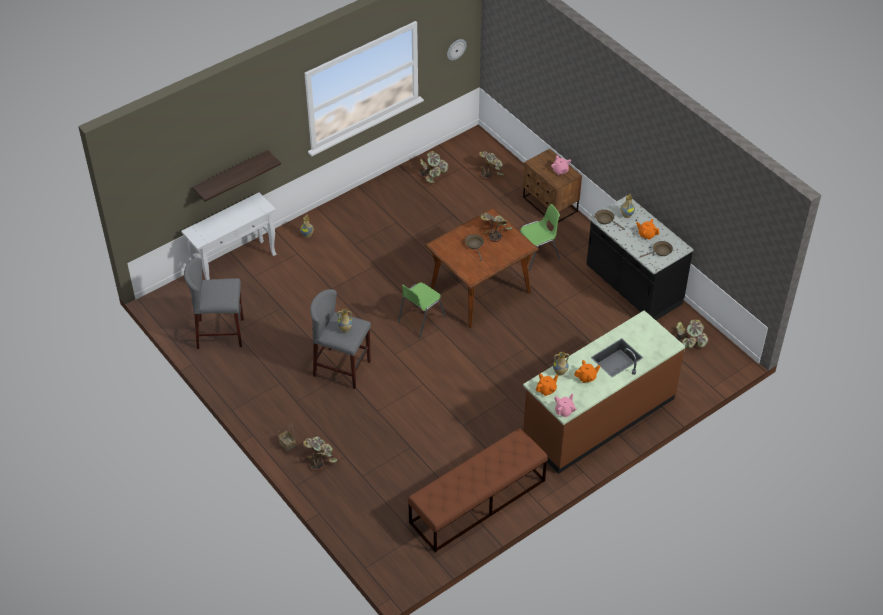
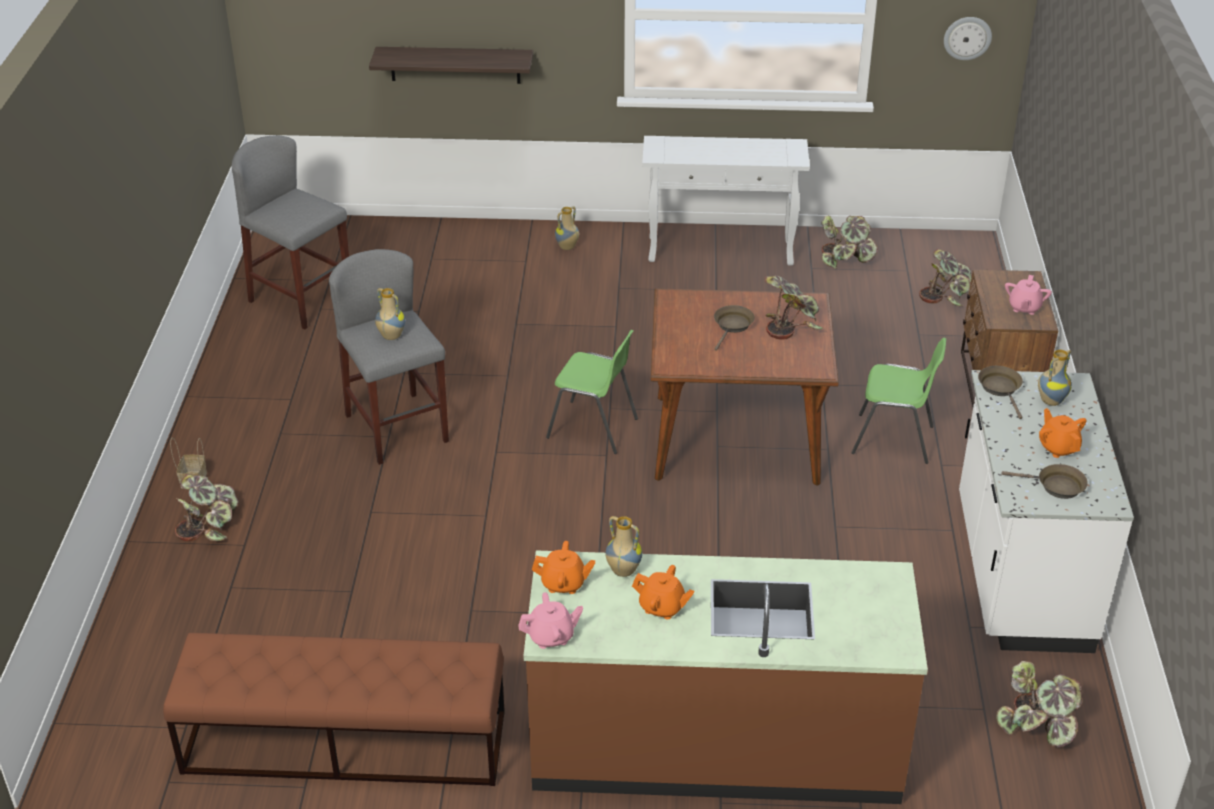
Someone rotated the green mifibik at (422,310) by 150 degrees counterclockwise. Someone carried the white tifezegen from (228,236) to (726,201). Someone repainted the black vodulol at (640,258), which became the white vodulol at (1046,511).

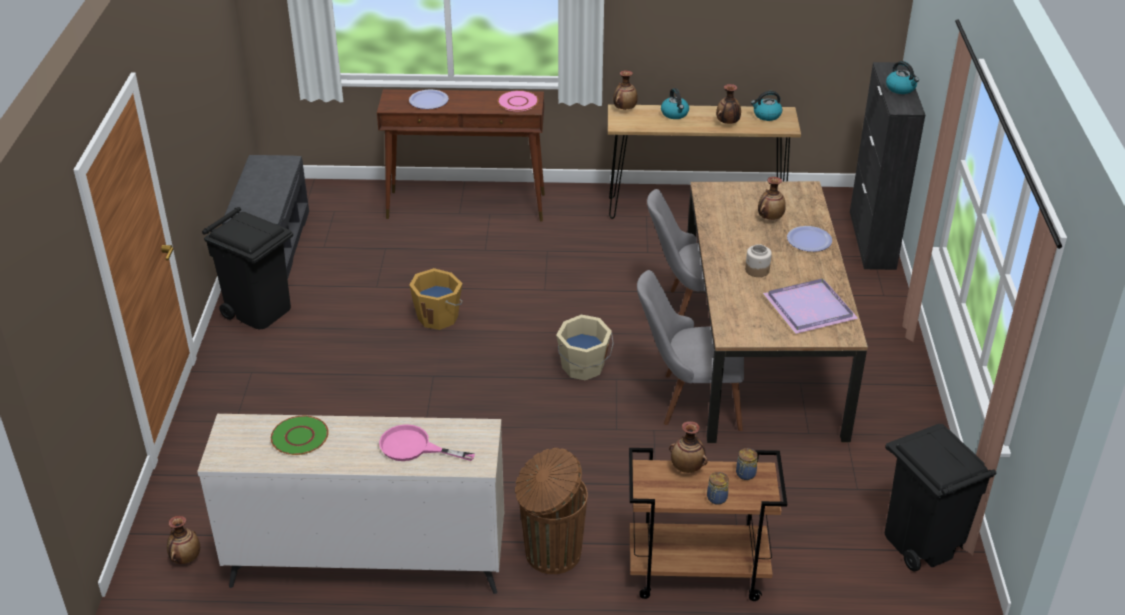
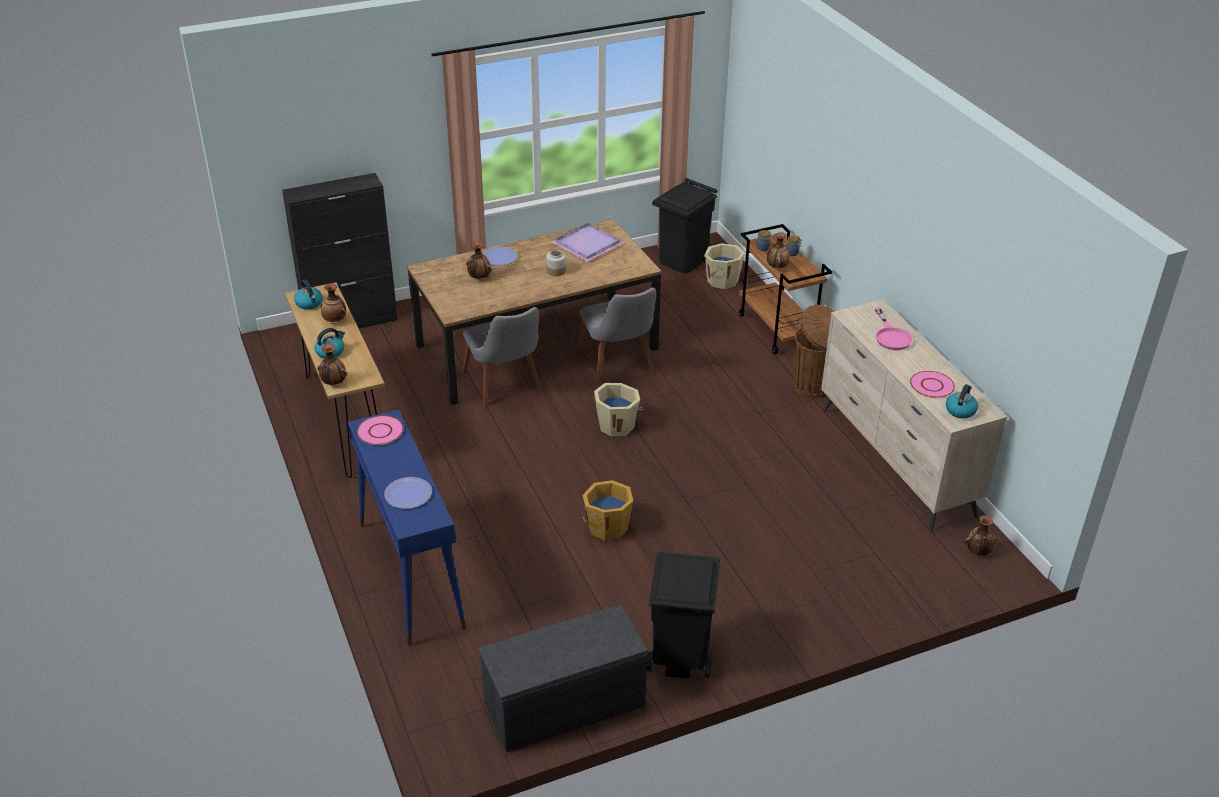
Someone repainted the brown tifezegen at (461,155), which became the blue tifezegen at (407,528). Someone put down the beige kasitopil at (724,266). Someone repainted the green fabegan at (300,435), which became the pink fabegan at (932,384). Someone carried the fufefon from (902,77) to (962,401).

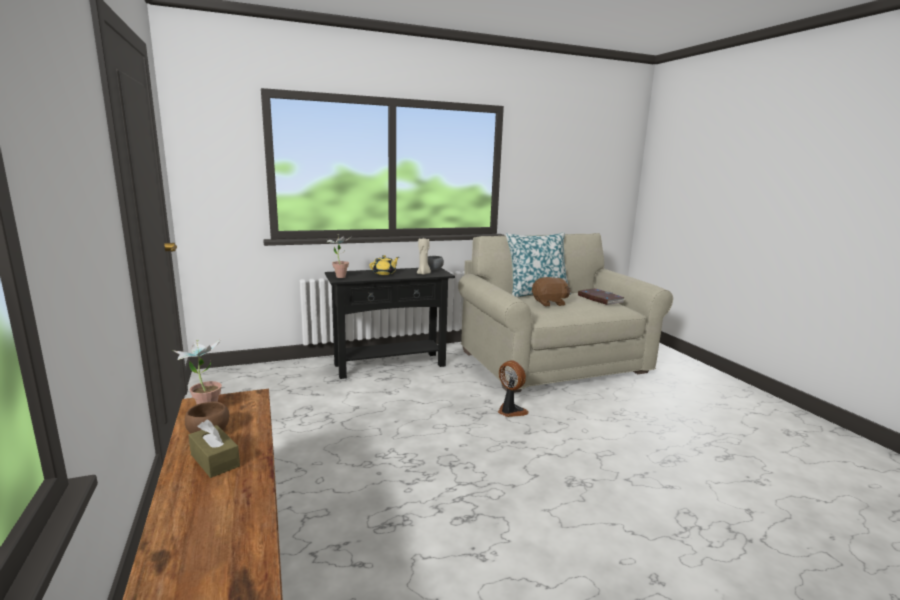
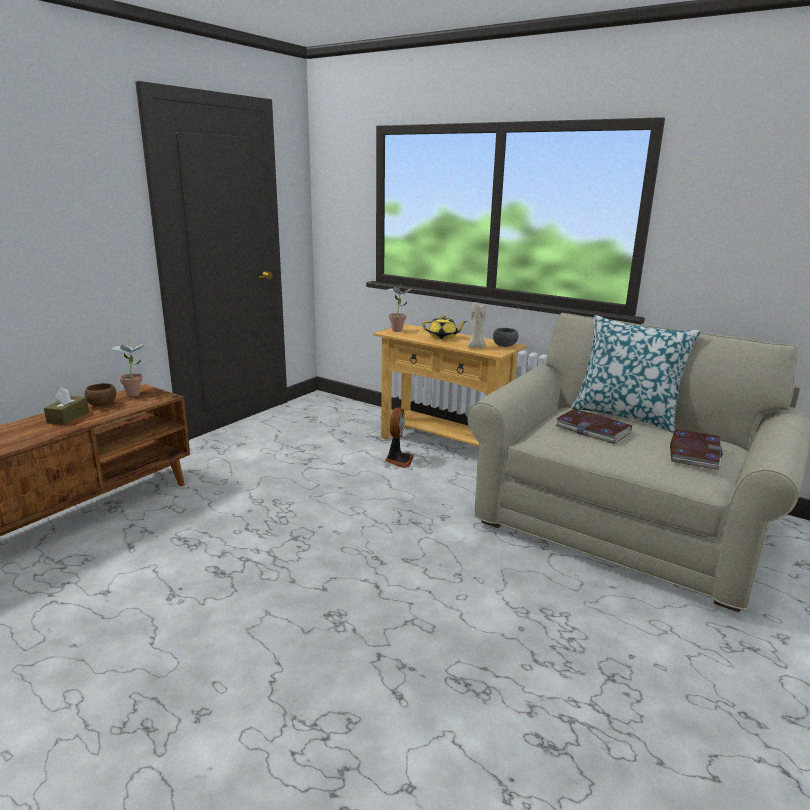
Someone repainted the black tifezegen at (390,323), which became the beige tifezegen at (450,385). Someone carried the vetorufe from (513,388) to (399,438). Someone swapped the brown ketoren at (551,291) for the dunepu at (593,426).

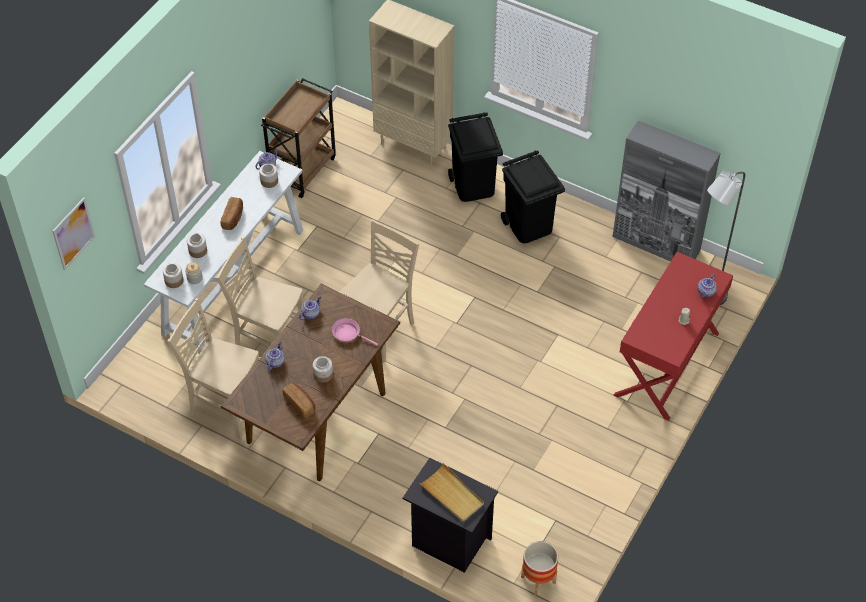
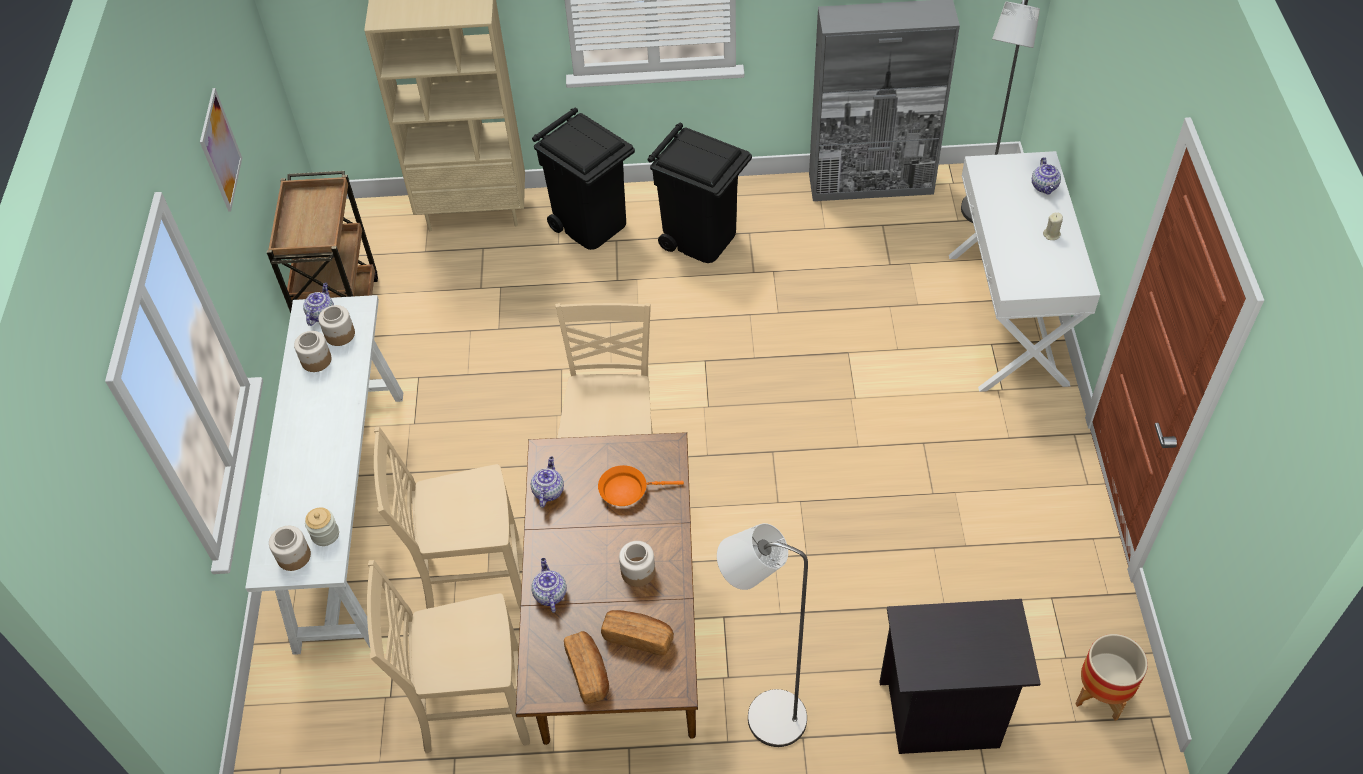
Someone carried the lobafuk from (73,233) to (221,150). Someone carried the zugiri from (197,245) to (313,351). Someone carried the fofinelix from (232,213) to (586,667). Someone repainted the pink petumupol at (355,331), which became the orange petumupol at (641,485). Someone put down the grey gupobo at (762,635). Someone repainted the red tifezegen at (673,336), which became the white tifezegen at (1024,271). Someone took away the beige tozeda at (451,492).

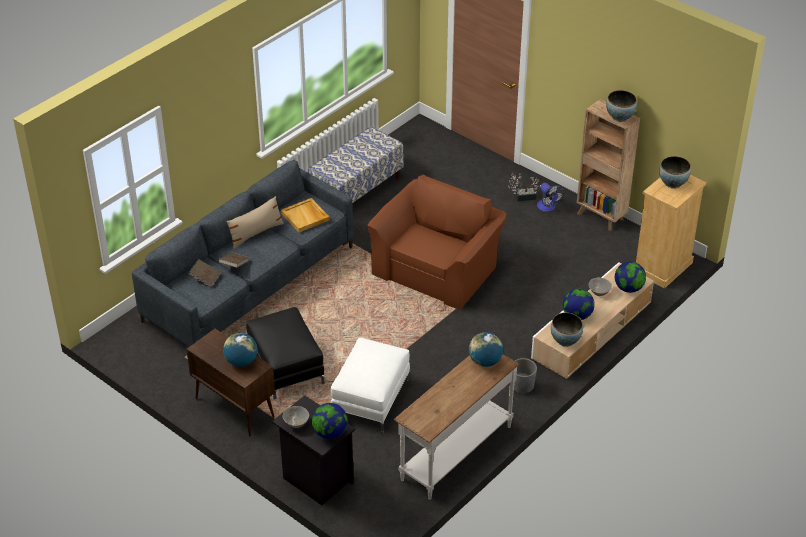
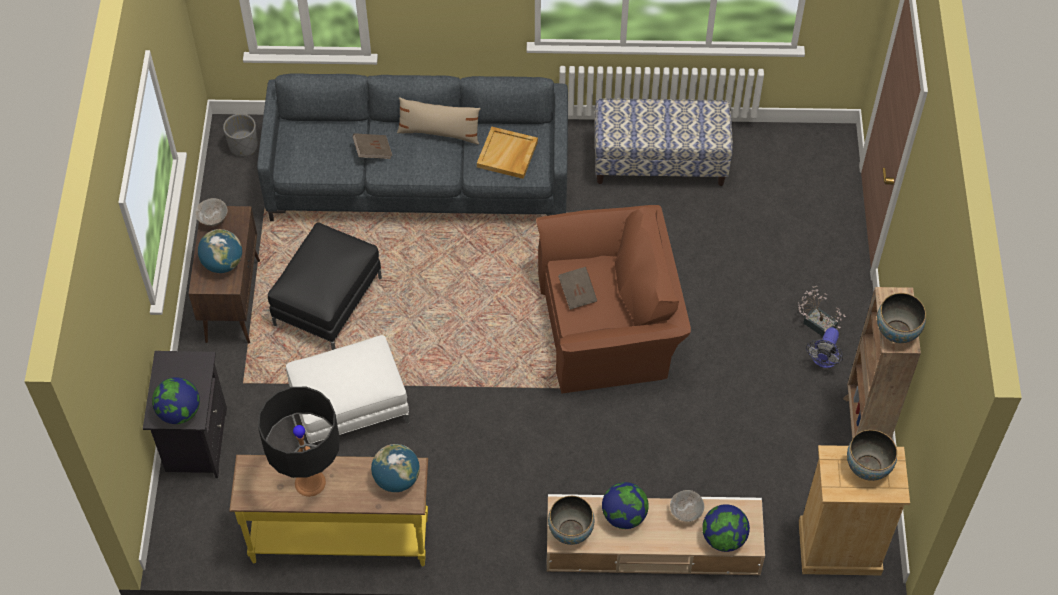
Someone carried the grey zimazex from (296,417) to (211,212). Someone carried the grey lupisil from (525,376) to (240,135). Someone repainted the white tifezegen at (456,427), which became the yellow tifezegen at (328,510). Someone put down the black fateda at (299,442). Someone carried the brown dunepu from (205,273) to (577,288).

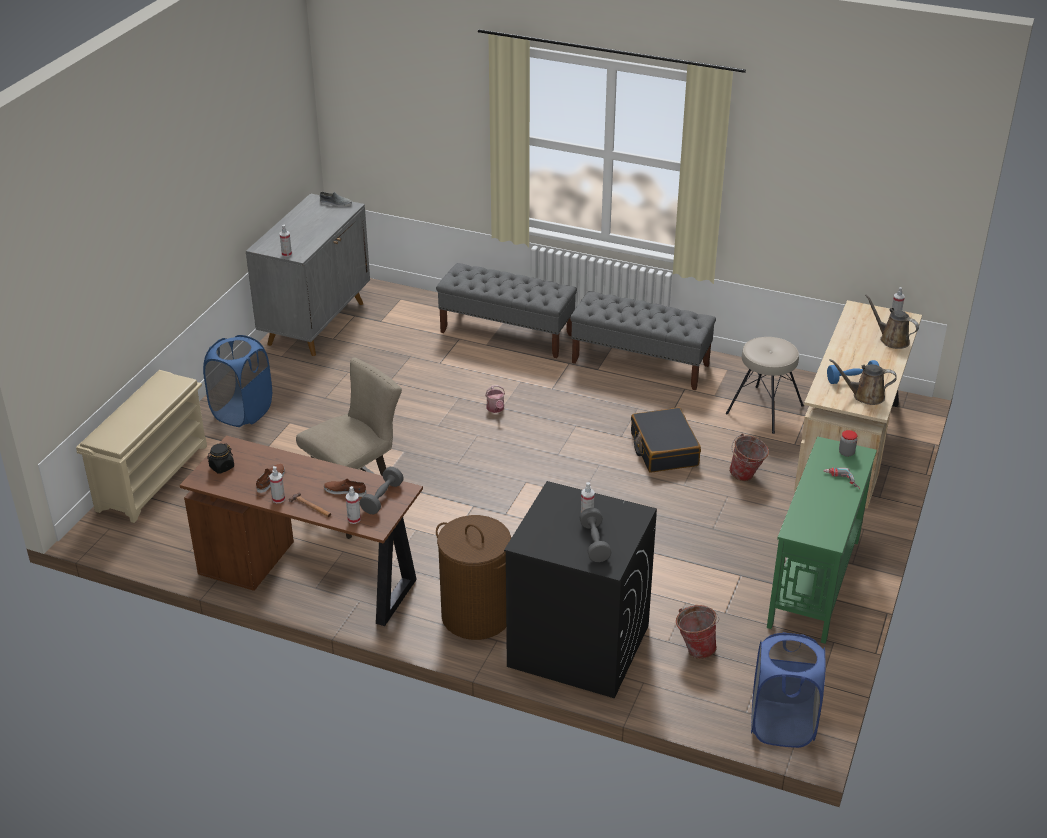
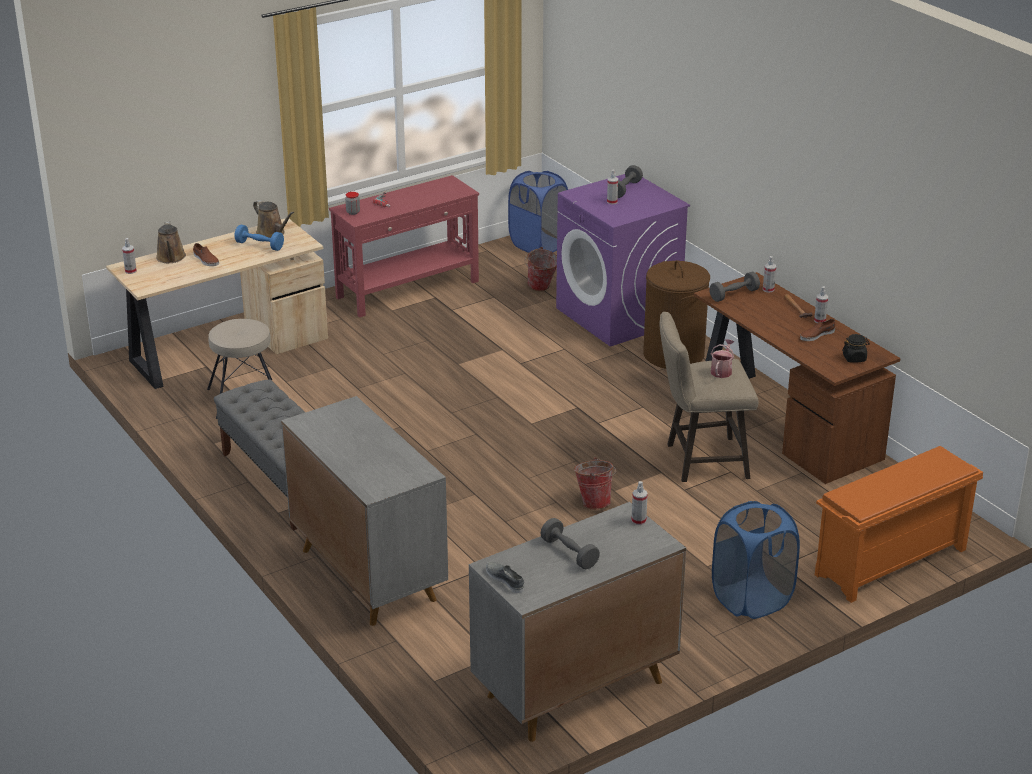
Someone carried the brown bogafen from (345,488) to (206,254). Someone swapped the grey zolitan at (506,310) for the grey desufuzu at (364,511). Someone repainted the green tifezegen at (822,540), which became the red tifezegen at (404,246). Someone put down the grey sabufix at (570,543). Someone repainted the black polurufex at (580,589), which became the purple polurufex at (623,260). Someone carried the kasitopil from (749,457) to (595,483). Someone carried the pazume from (495,399) to (722,358). Someone repainted the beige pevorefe at (141,446), which became the orange pevorefe at (899,524). Someone took away the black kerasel at (666,440).

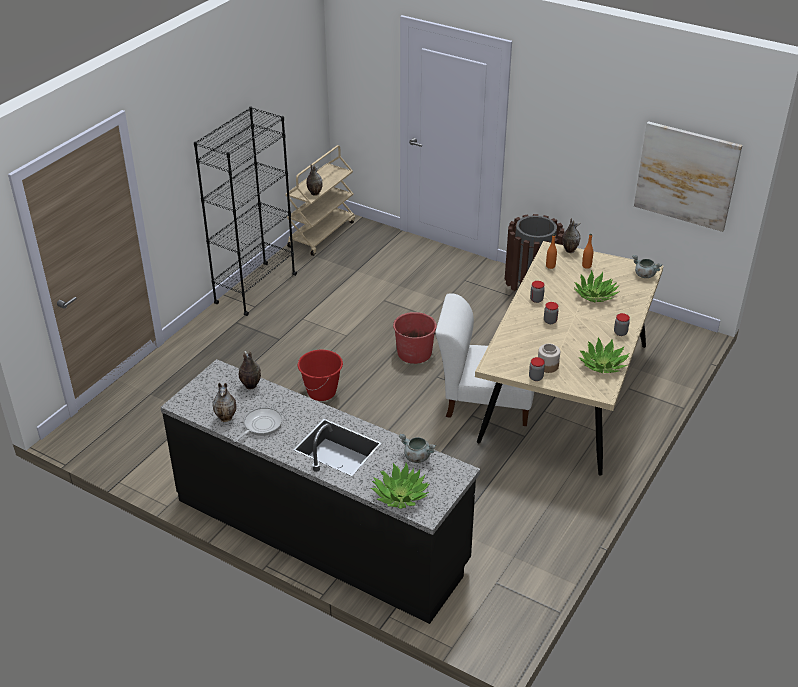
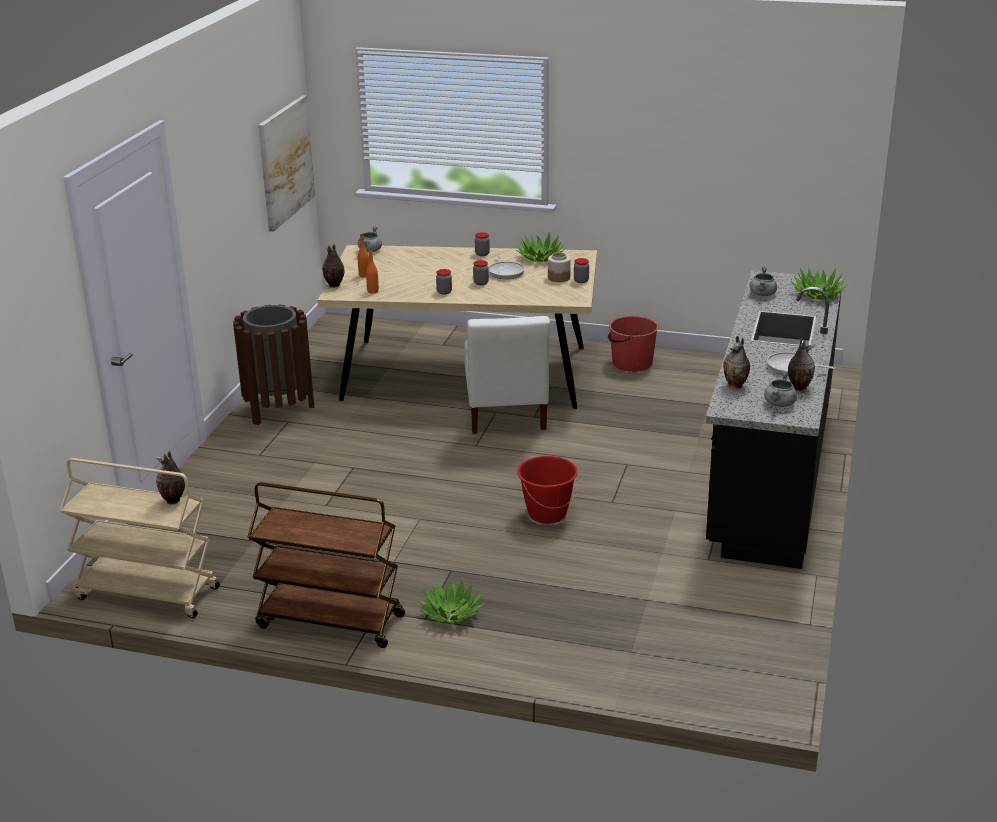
Someone swapped the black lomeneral at (245,211) for the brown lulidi at (326,565). Someone carried the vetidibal from (597,286) to (451,600). Someone put down the petumupol at (507,266). Someone carried the red kasitopil from (415,338) to (633,343). Someone put down the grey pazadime at (780,388).

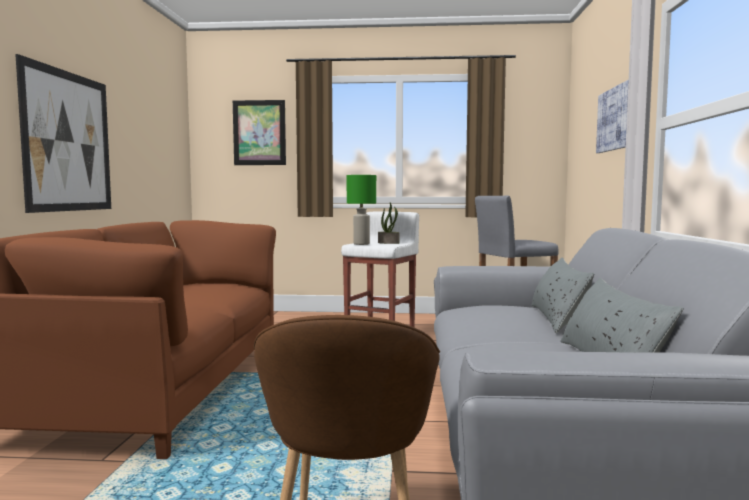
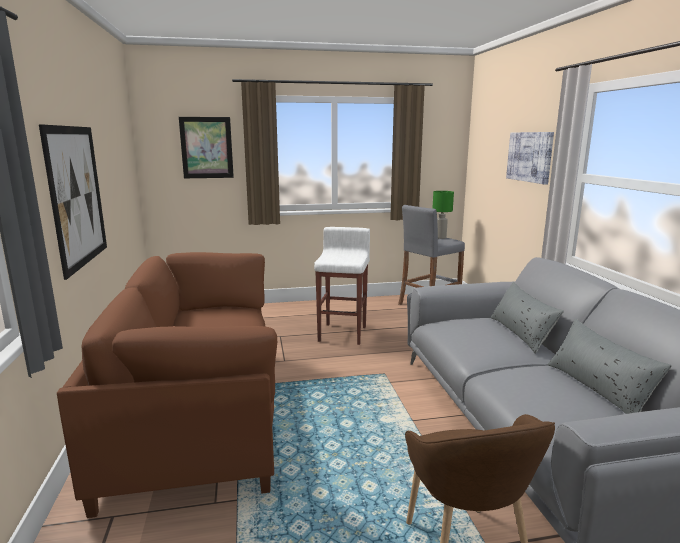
Someone carried the green fateda from (361,210) to (443,215). Someone took away the vetidibal at (389,223).

